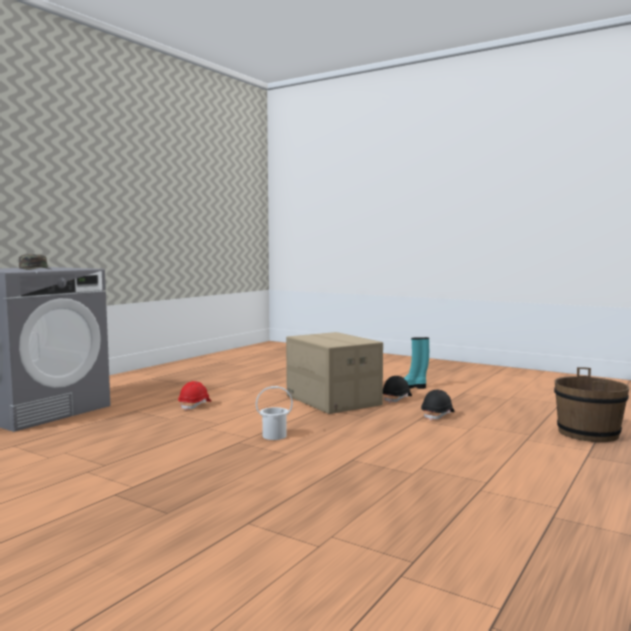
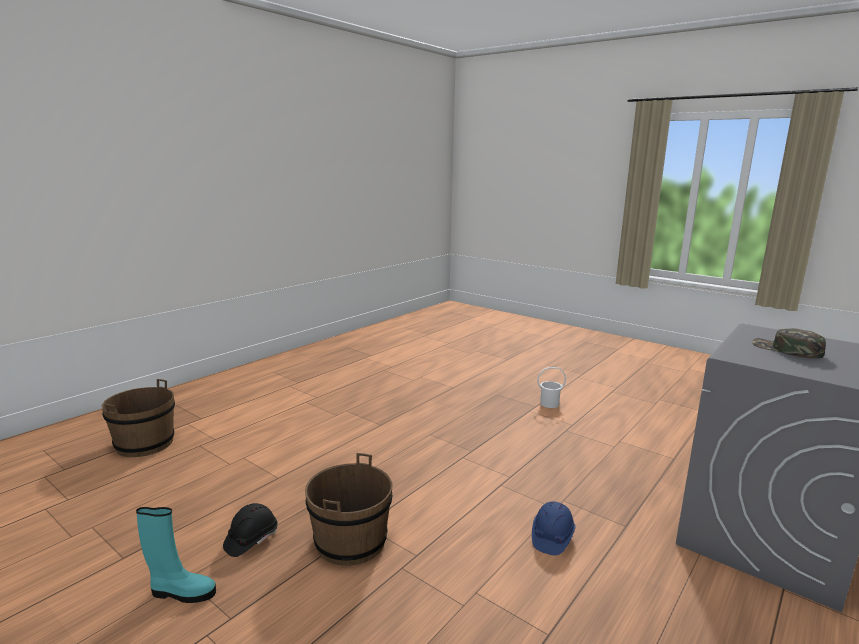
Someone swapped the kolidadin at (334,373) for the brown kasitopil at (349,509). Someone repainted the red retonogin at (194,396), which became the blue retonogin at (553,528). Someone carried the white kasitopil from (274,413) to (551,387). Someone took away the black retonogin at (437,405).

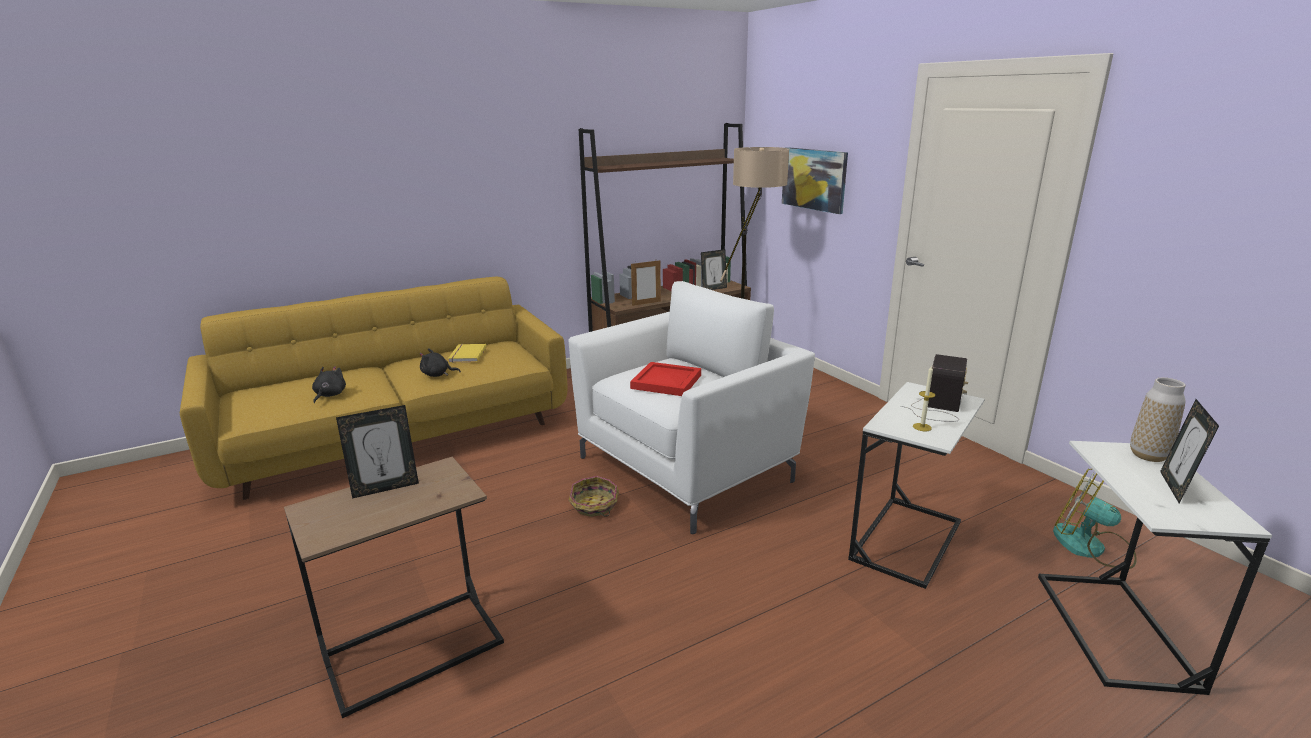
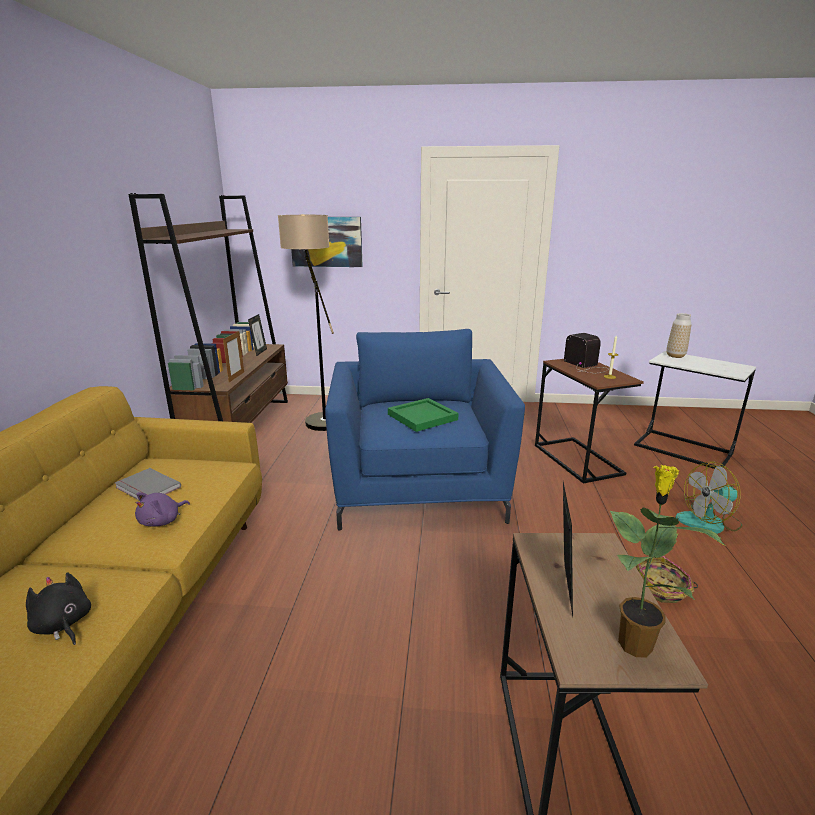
Someone repainted the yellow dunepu at (467,353), which became the grey dunepu at (148,484). Someone repainted the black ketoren at (440,362), which became the purple ketoren at (162,509). Someone repainted the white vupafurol at (692,407), which became the blue vupafurol at (425,430). Someone repainted the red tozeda at (665,379), which became the green tozeda at (423,415). Someone repainted the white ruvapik at (916,485), which became the brown ruvapik at (589,421). Someone put down the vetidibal at (668,561). Someone carried the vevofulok from (593,496) to (666,579). Someone carried the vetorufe from (1095,519) to (709,498). Someone took away the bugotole at (1189,451).

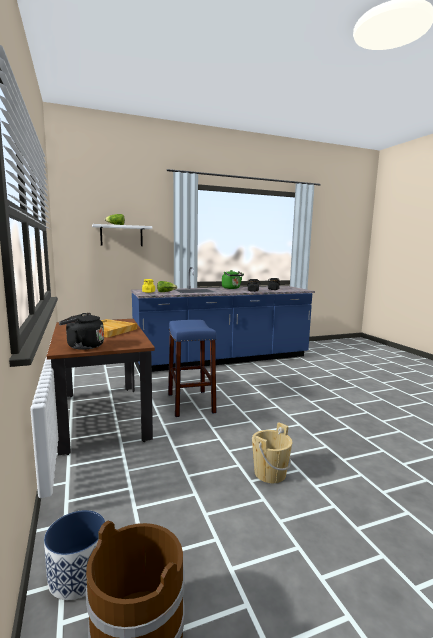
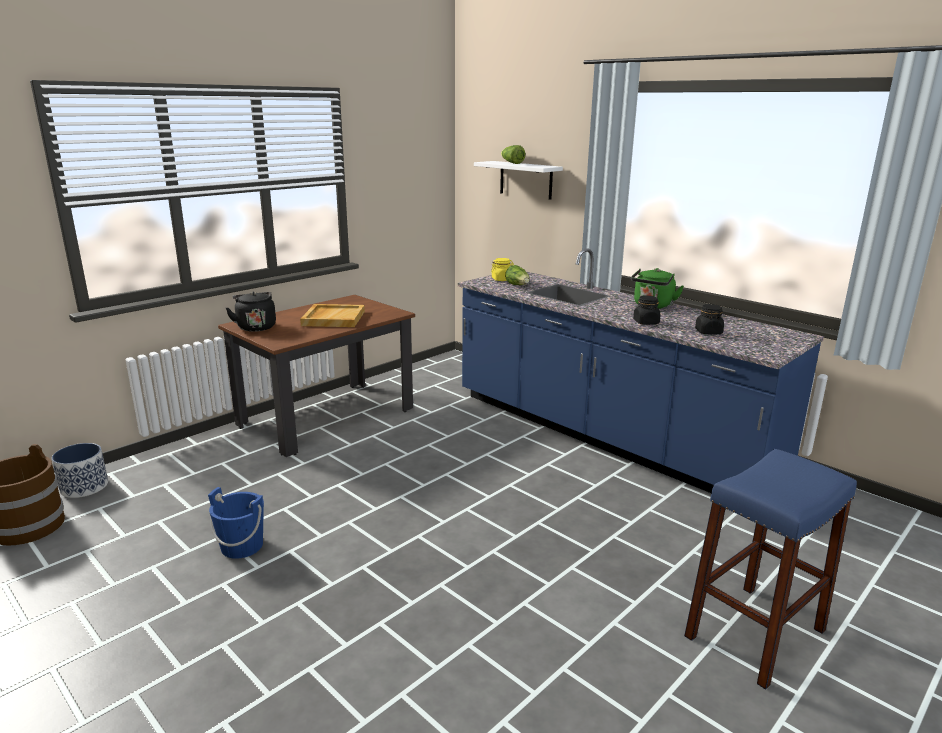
Someone repainted the beige kasitopil at (272,452), which became the blue kasitopil at (236,523). Someone carried the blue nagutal from (192,368) to (770,569).

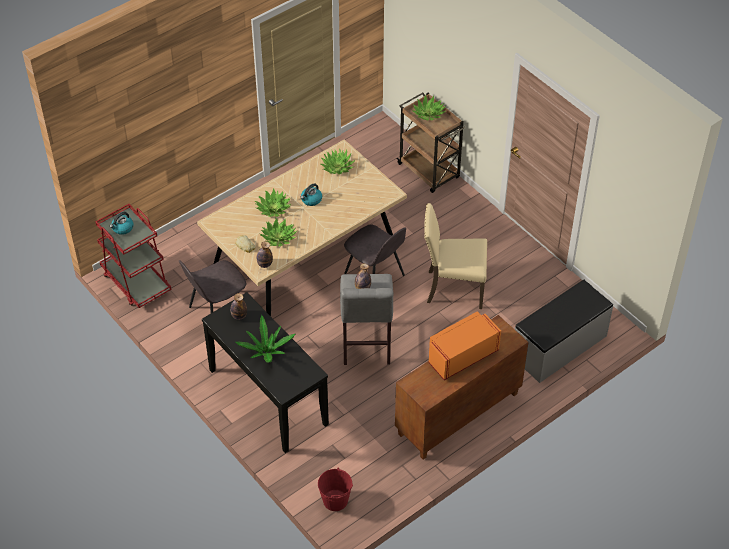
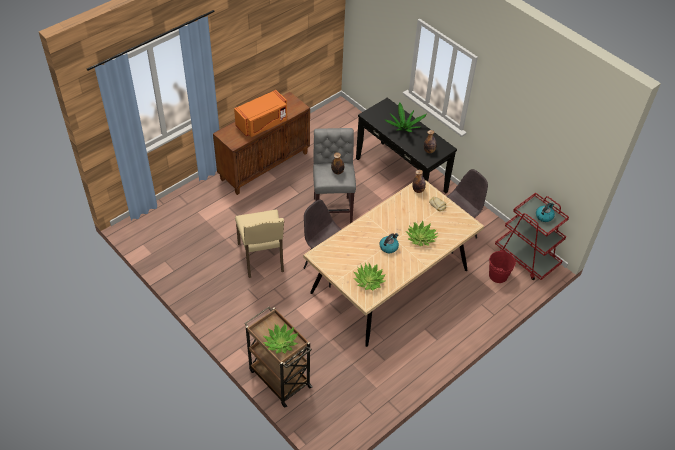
Someone rotated the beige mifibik at (455,256) by 75 degrees clockwise. Someone carried the red kasitopil from (335,489) to (502,266). Someone took away the vetidibal at (279,232). Someone took away the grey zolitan at (564,331).

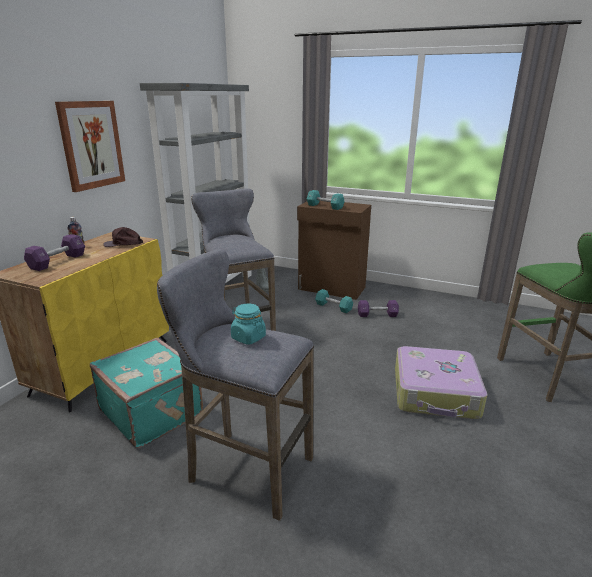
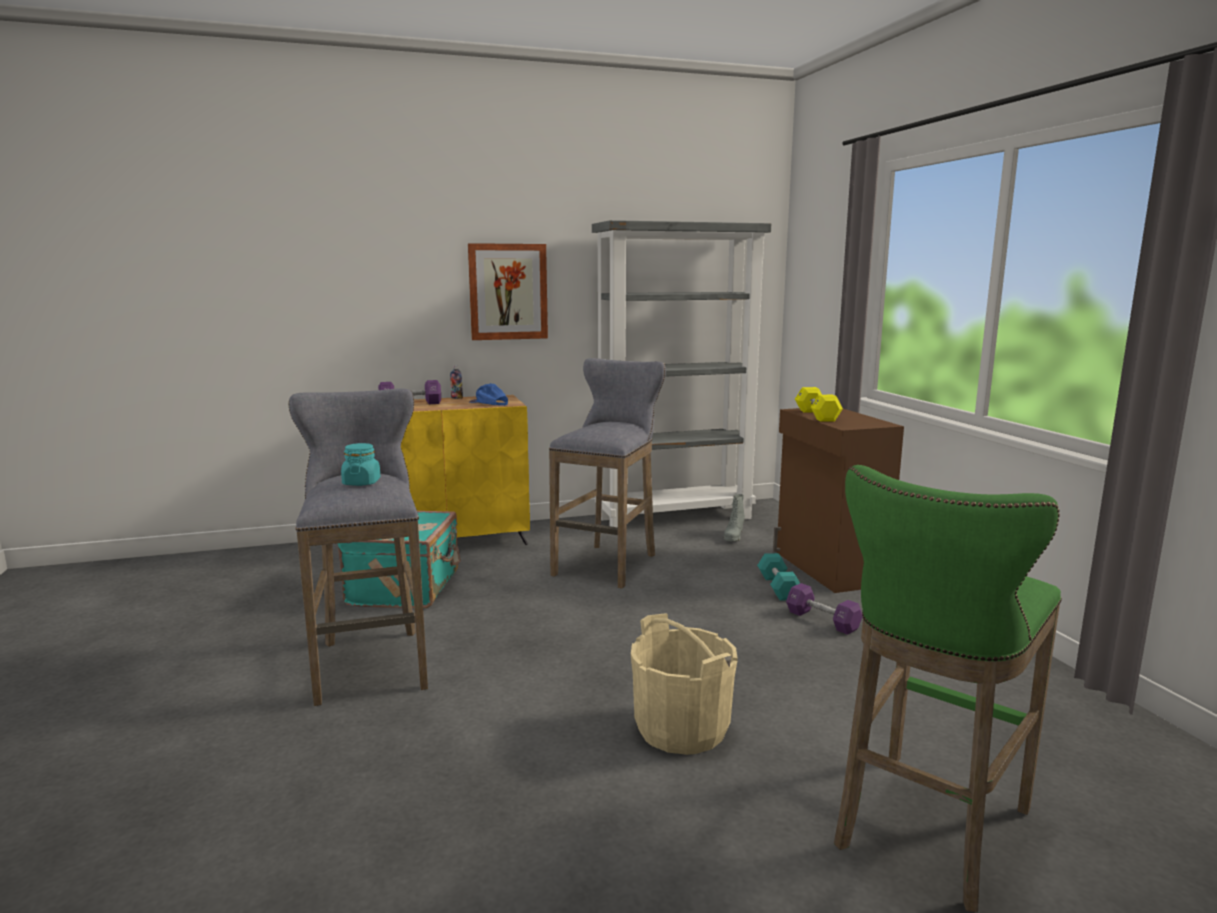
Someone repainted the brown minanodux at (123,237), which became the blue minanodux at (488,394). Someone swapped the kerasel at (441,382) for the beige kasitopil at (684,684). Someone repainted the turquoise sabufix at (326,200), which became the yellow sabufix at (819,404).

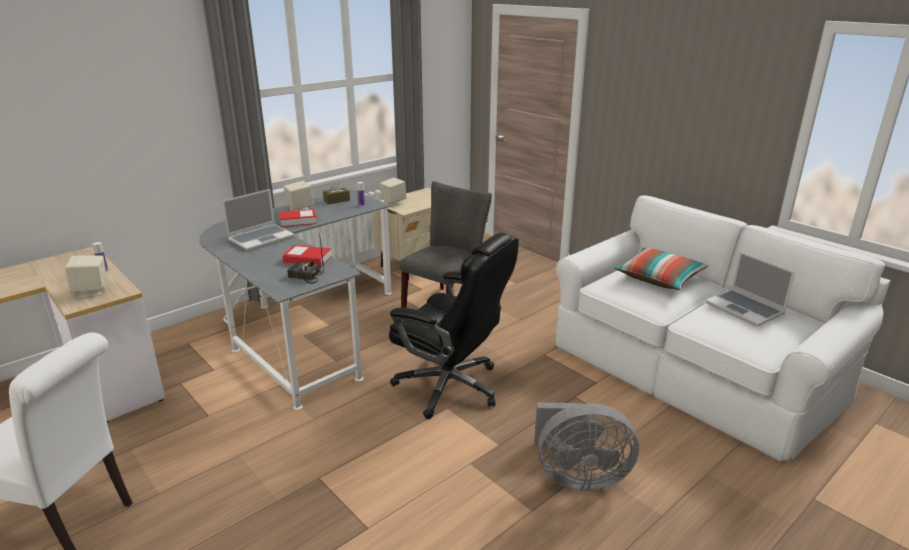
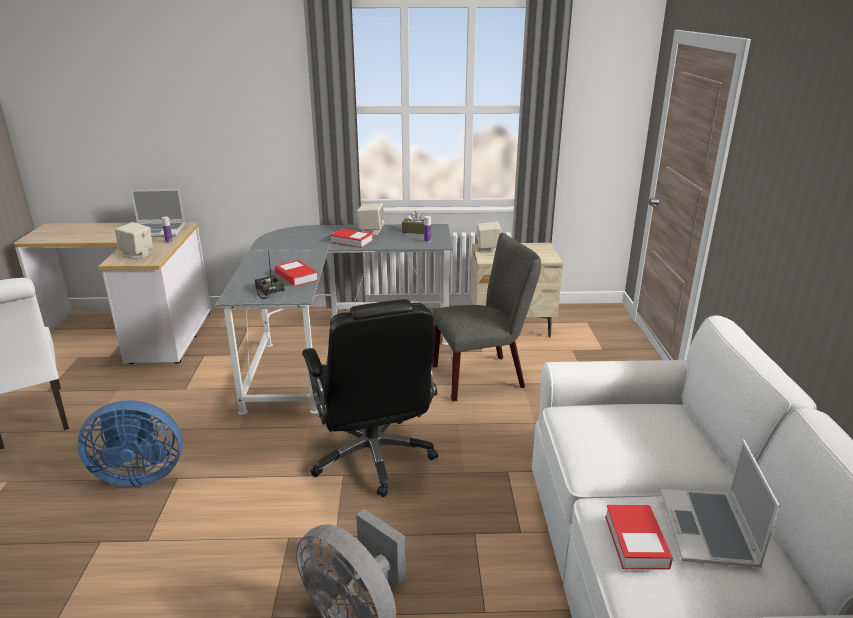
Someone put down the blue vetorufe at (130,443). Someone carried the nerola from (258,220) to (158,213). Someone put down the dunepu at (639,537). Someone took away the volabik at (661,269).

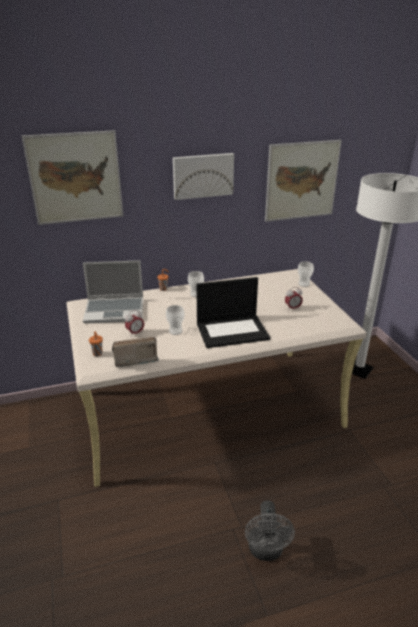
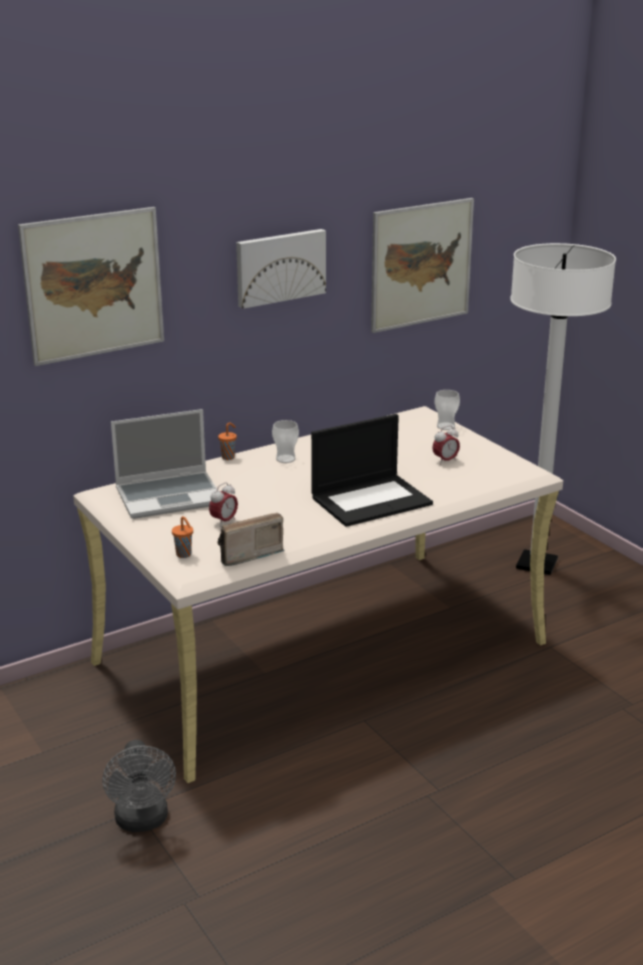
Someone carried the grey vetorufe from (270,530) to (139,786). Someone took away the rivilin at (175,320).

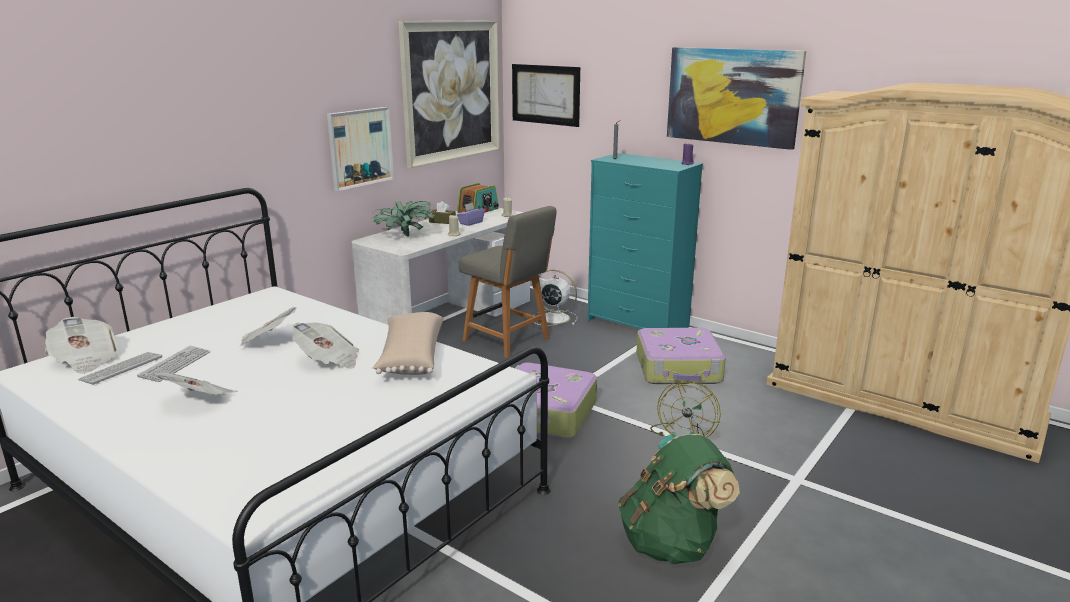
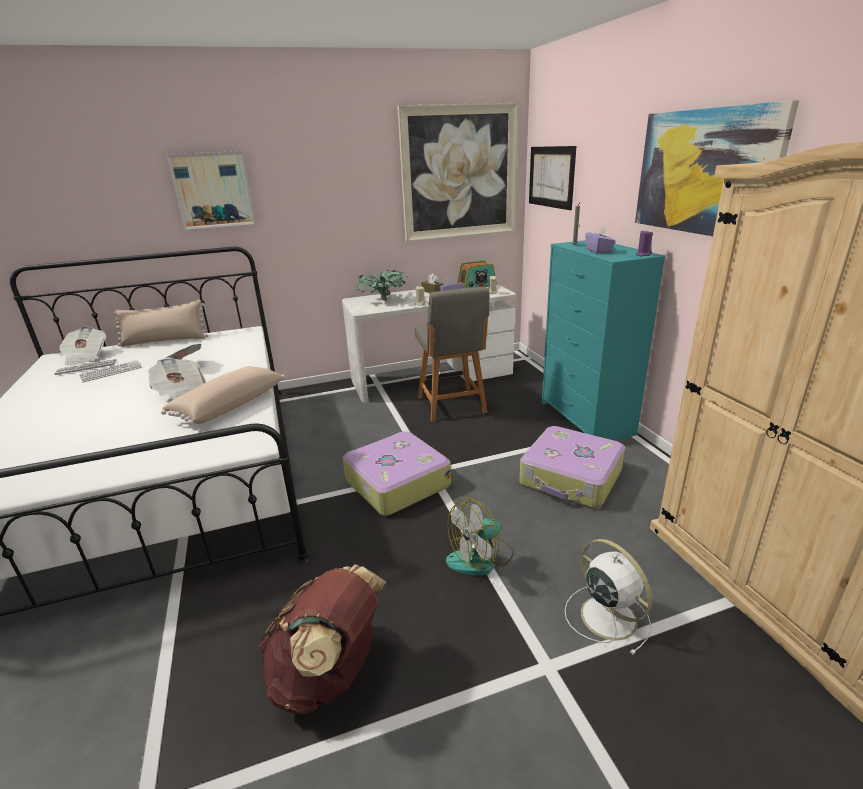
Someone put down the beige volabik at (160,323). Someone carried the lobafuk from (360,149) to (211,190). Someone repainted the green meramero at (679,499), which became the brown meramero at (322,640). Someone carried the white vetorufe from (555,298) to (608,597). Someone put down the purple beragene at (600,240). Someone took away the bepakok at (195,383).

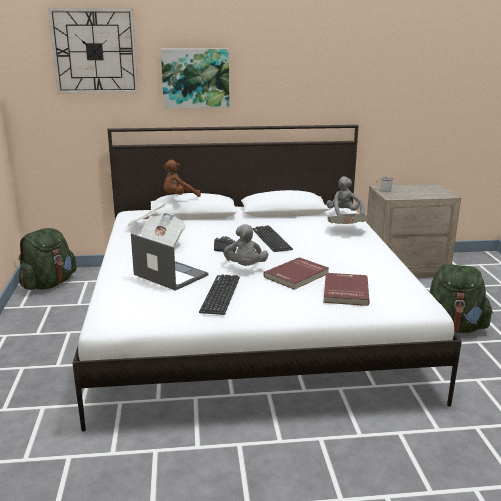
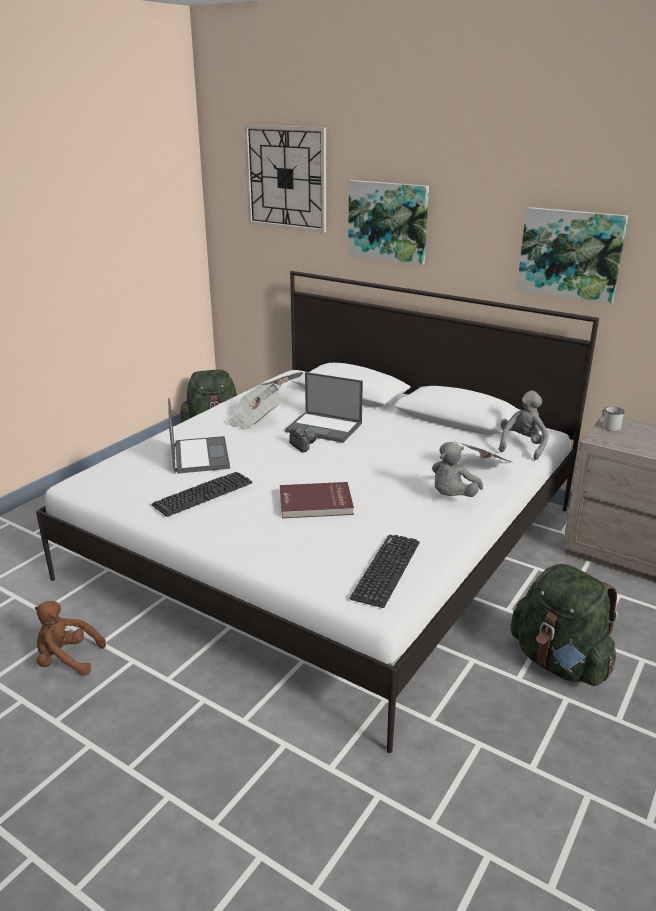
Someone carried the brown ketoren from (181,178) to (70,638). Someone put down the nerola at (324,407). Someone carried the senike from (272,238) to (385,571). Someone carried the grey ketoren from (245,245) to (457,469). Someone put up the lobafuk at (572,255). Someone took away the red dunepu at (346,289).

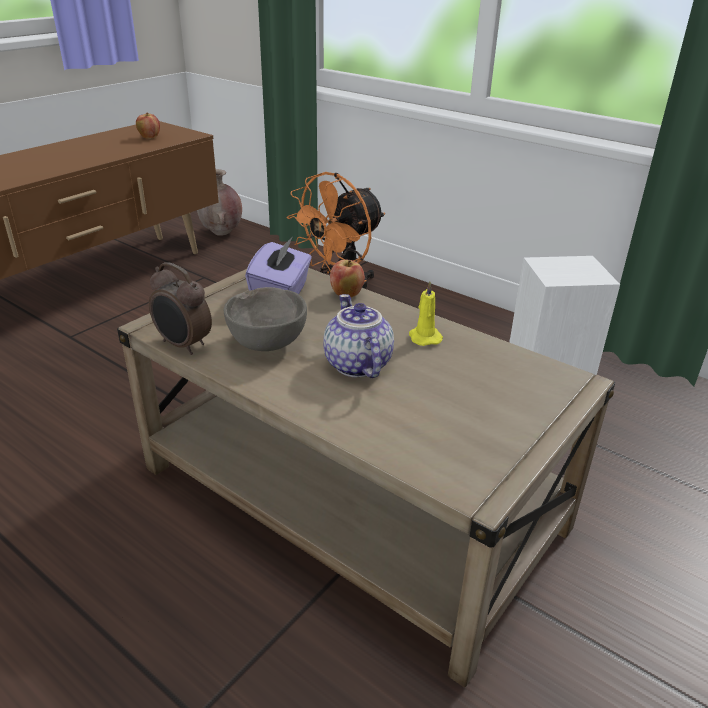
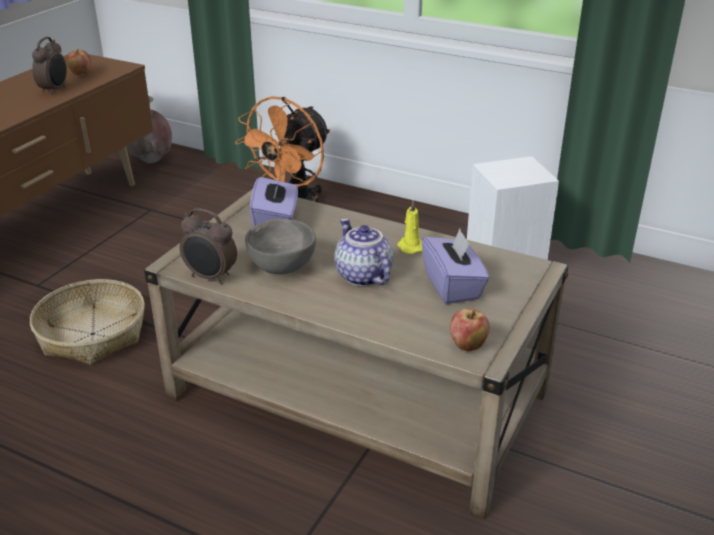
Someone put down the vevofulok at (87,322). Someone put down the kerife at (49,66). Someone put down the purple beragene at (456,266). Someone carried the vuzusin from (347,278) to (470,330).

